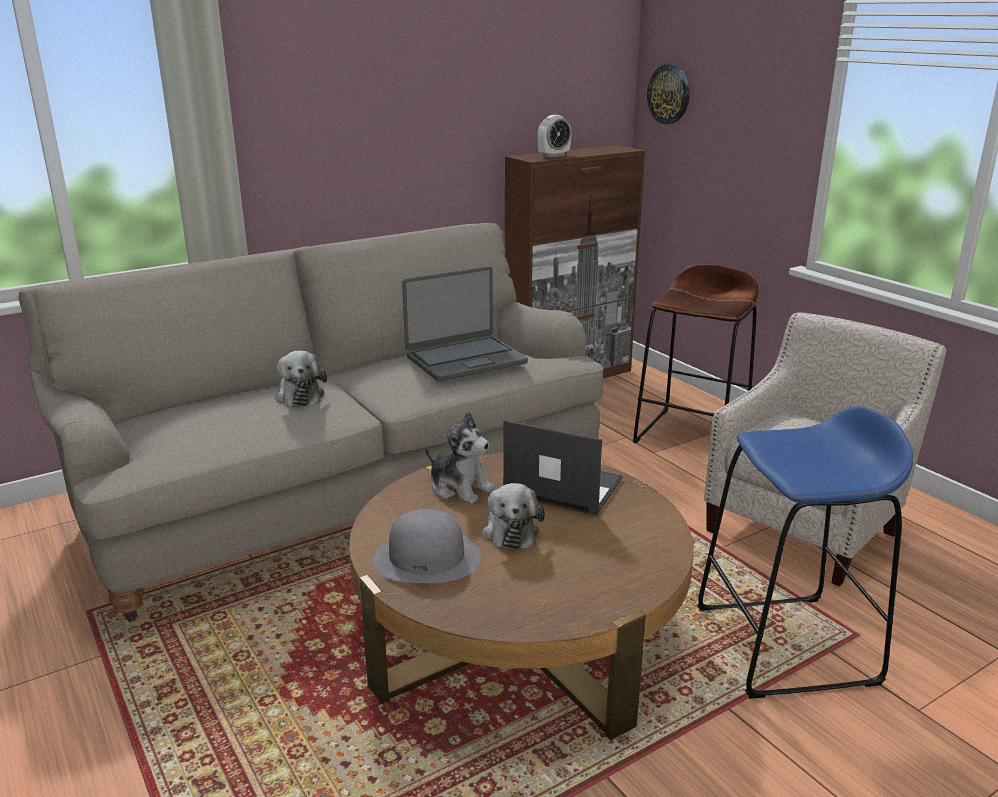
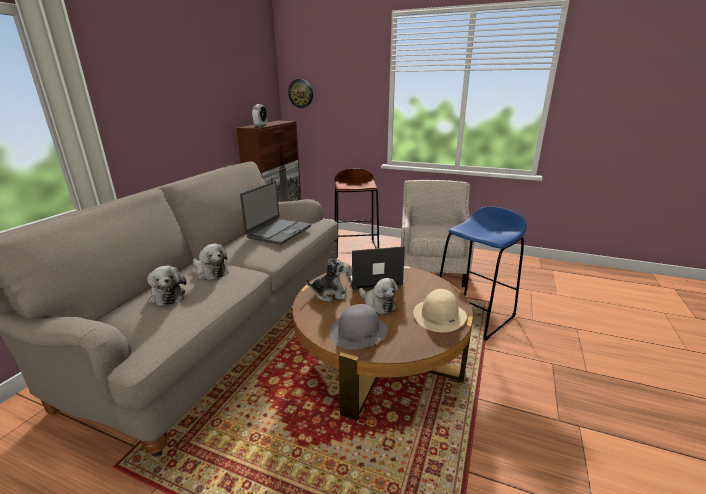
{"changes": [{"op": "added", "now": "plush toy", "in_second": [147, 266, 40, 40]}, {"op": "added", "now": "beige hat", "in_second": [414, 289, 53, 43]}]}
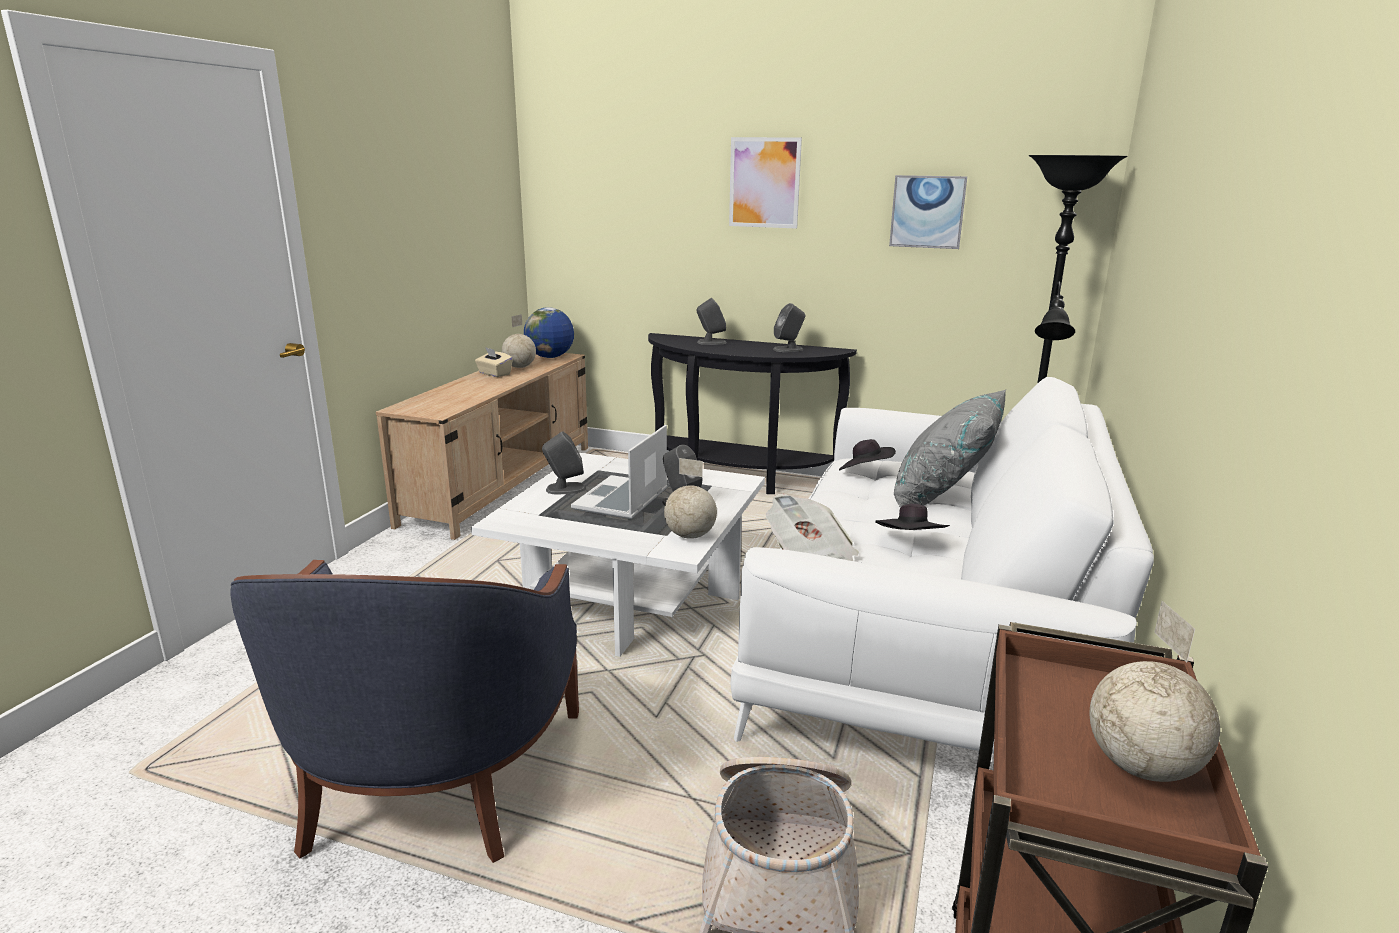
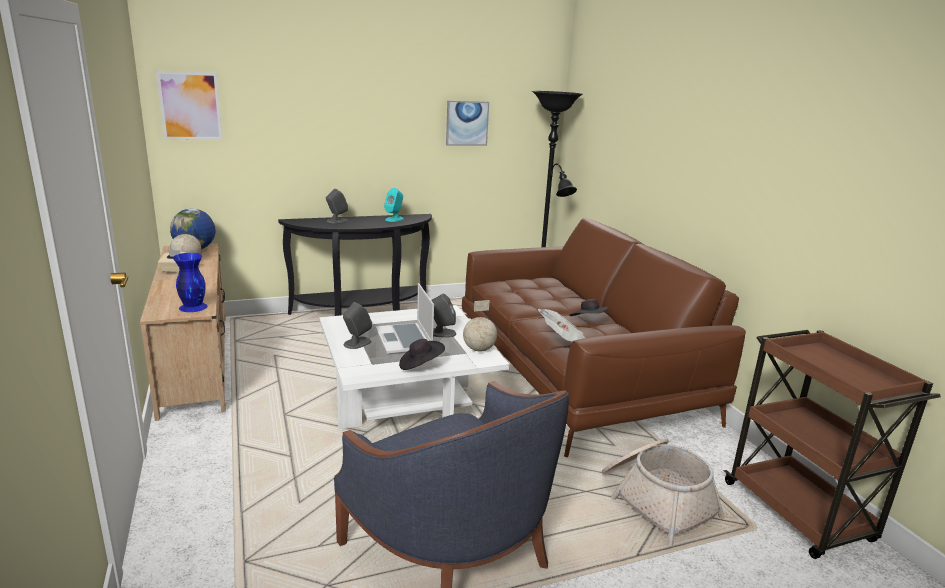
{"changes": [{"op": "removed", "was": "grey pillow", "in_first": [894, 390, 112, 117]}, {"op": "removed", "was": "globe", "in_first": [1090, 601, 130, 181]}, {"op": "added", "now": "blue vase", "in_second": [173, 253, 35, 59]}, {"op": "moved", "was": "picture", "in_first": [729, 137, 73, 92], "in_second": [156, 70, 67, 70]}, {"op": "moved", "was": "black hat", "in_first": [839, 439, 57, 31], "in_second": [399, 339, 46, 31]}, {"op": "recoloured", "was": "white sofa", "now": "brown sofa", "in_first": [730, 377, 424, 377], "in_second": [462, 218, 284, 239]}, {"op": "recoloured", "was": "grey speaker", "now": "turquoise speaker", "in_first": [773, 303, 32, 49], "in_second": [384, 188, 20, 34]}]}
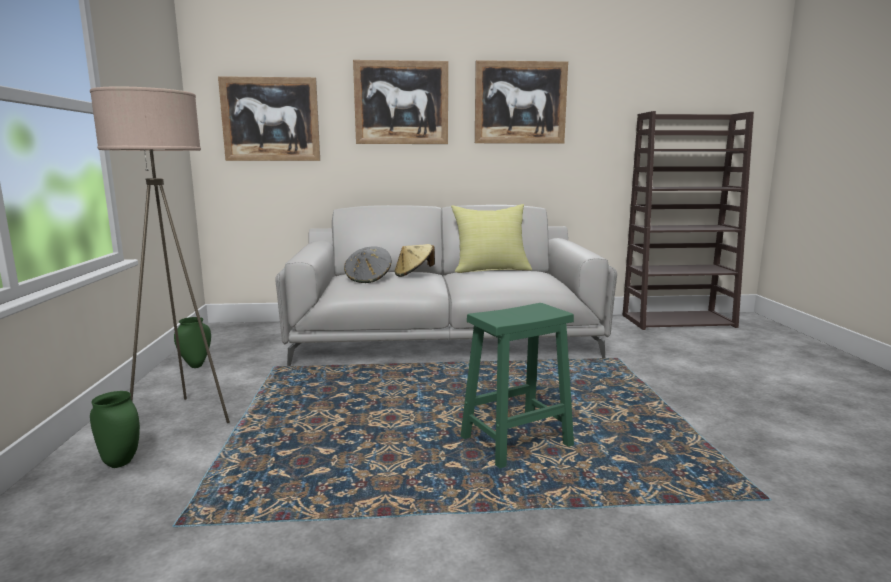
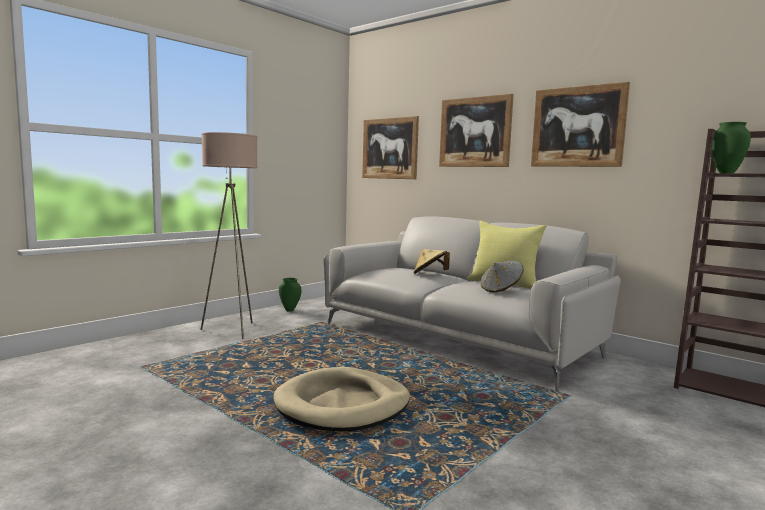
{"changes": [{"op": "moved", "was": "green vase", "in_first": [90, 391, 50, 77], "in_second": [712, 122, 39, 51]}, {"op": "moved", "was": "grey hat", "in_first": [344, 246, 48, 37], "in_second": [480, 261, 43, 32]}, {"op": "replaced", "was": "green stool", "now": "beige dog bed", "in_first": [461, 303, 113, 165], "in_second": [273, 367, 137, 64]}]}
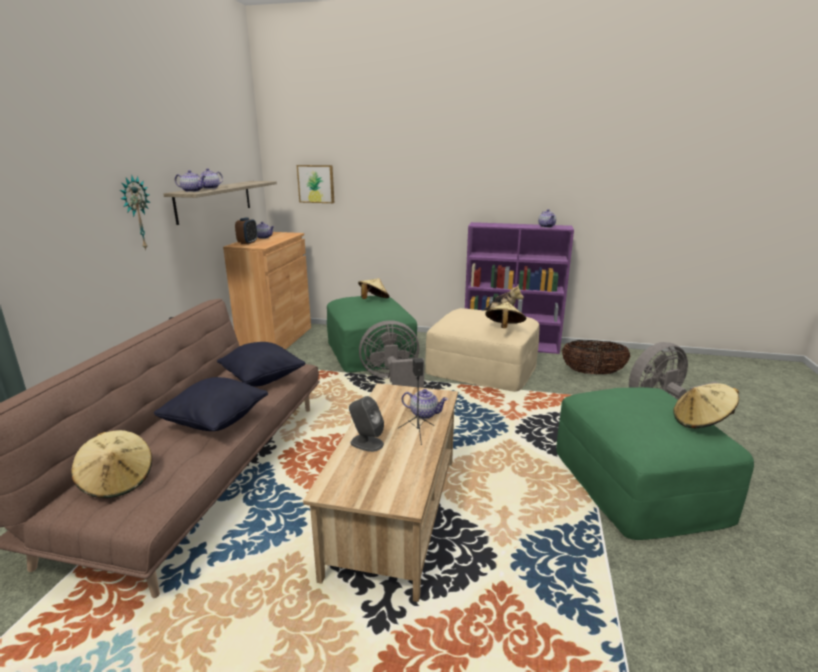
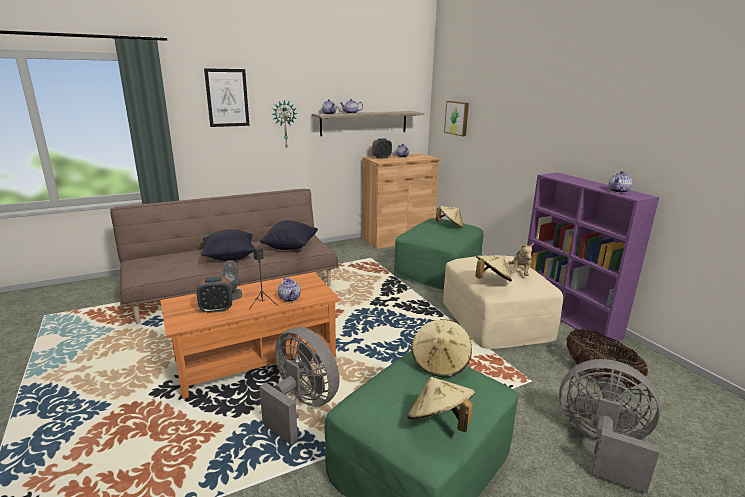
{"changes": [{"op": "added", "now": "alarm clock", "in_second": [197, 277, 35, 36]}, {"op": "added", "now": "picture", "in_second": [204, 68, 46, 59]}, {"op": "moved", "was": "beige hat", "in_first": [71, 430, 81, 68], "in_second": [412, 319, 60, 58]}, {"op": "moved", "was": "grey fan", "in_first": [359, 320, 65, 68], "in_second": [260, 327, 80, 118]}, {"op": "recoloured", "was": "beige coffee table", "now": "orange coffee table", "in_first": [303, 383, 155, 219], "in_second": [160, 272, 180, 127]}]}
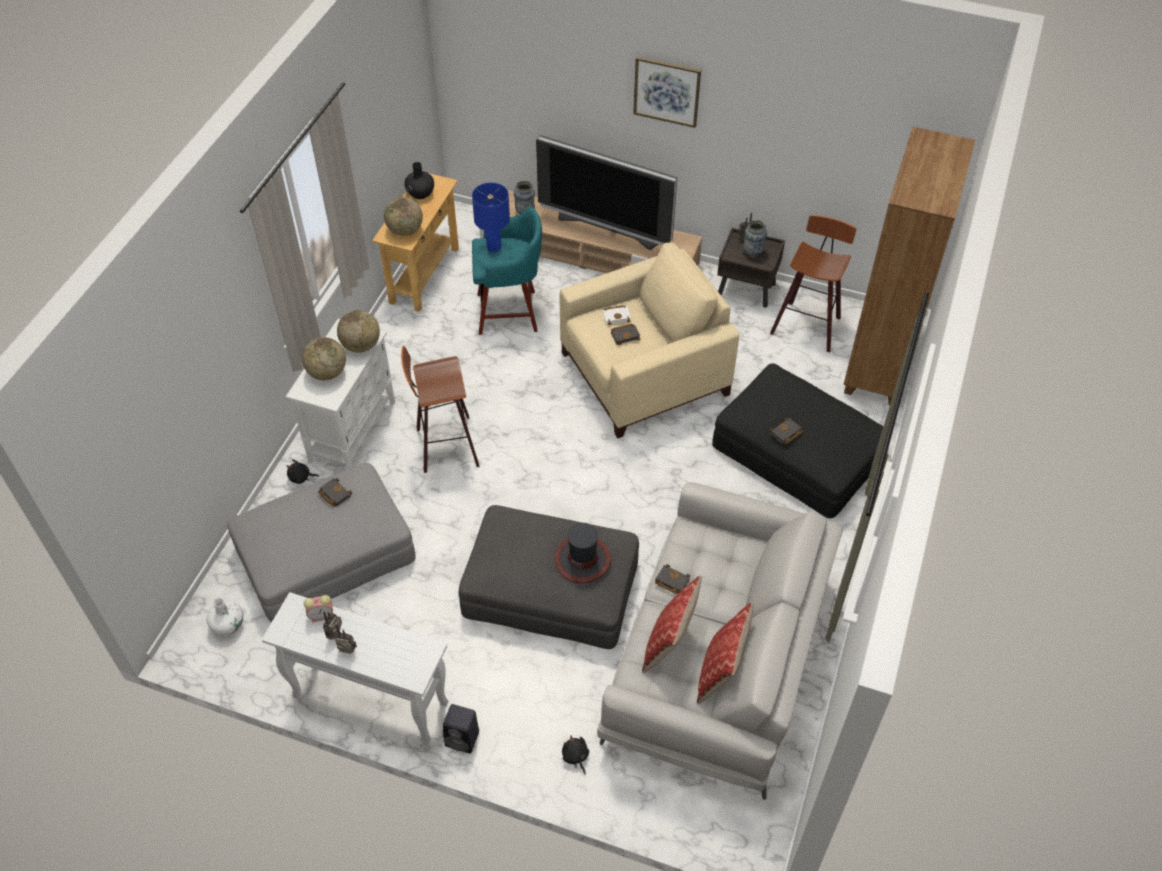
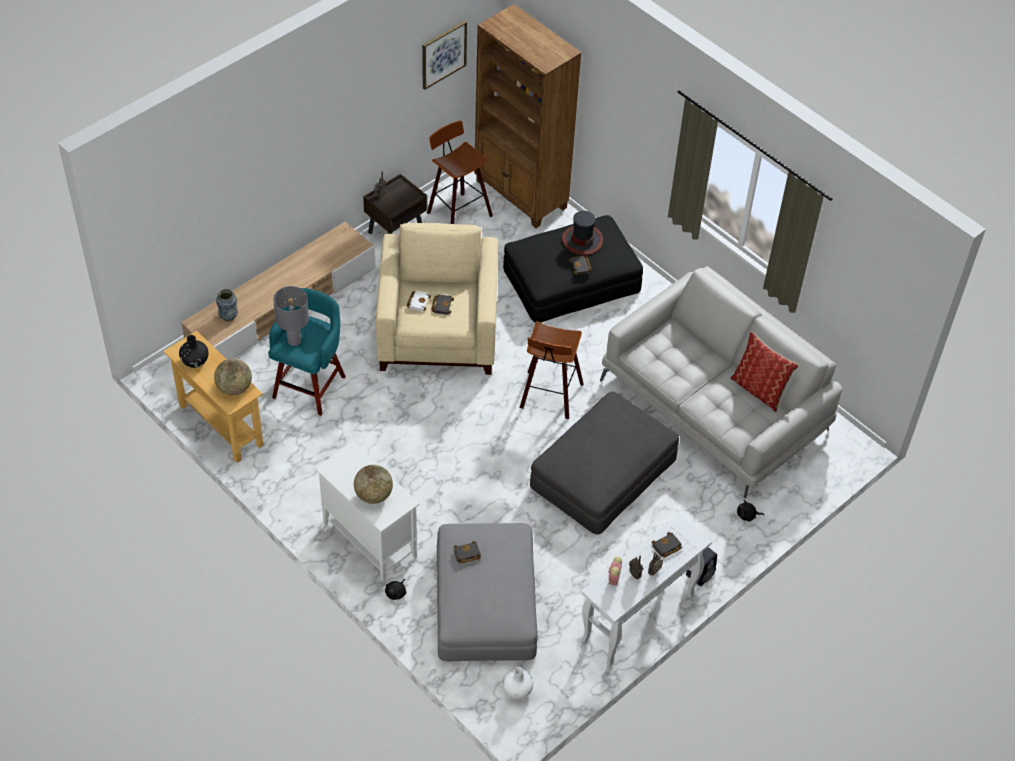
{"changes": [{"op": "removed", "was": "globe", "in_first": [337, 310, 43, 42]}, {"op": "removed", "was": "television", "in_first": [536, 135, 141, 115]}, {"op": "removed", "was": "pillow", "in_first": [642, 575, 60, 98]}, {"op": "removed", "was": "vase", "in_first": [743, 220, 24, 37]}, {"op": "moved", "was": "stool", "in_first": [401, 346, 79, 127], "in_second": [519, 321, 65, 98]}, {"op": "moved", "was": "hat", "in_first": [554, 523, 57, 60], "in_second": [562, 211, 41, 44]}, {"op": "moved", "was": "picture", "in_first": [633, 56, 68, 72], "in_second": [422, 21, 45, 69]}, {"op": "moved", "was": "black book", "in_first": [655, 564, 35, 30], "in_second": [651, 532, 31, 26]}, {"op": "recoloured", "was": "blue table lamp", "now": "grey table lamp", "in_first": [472, 183, 38, 69], "in_second": [273, 286, 36, 60]}]}
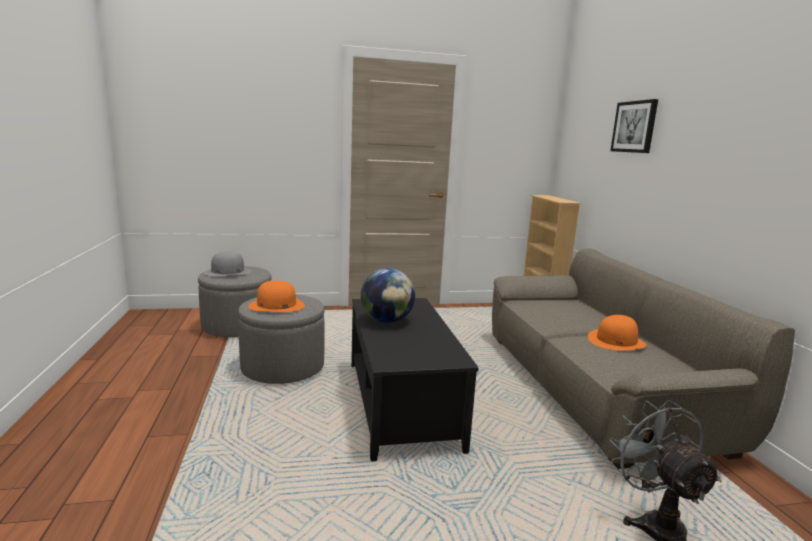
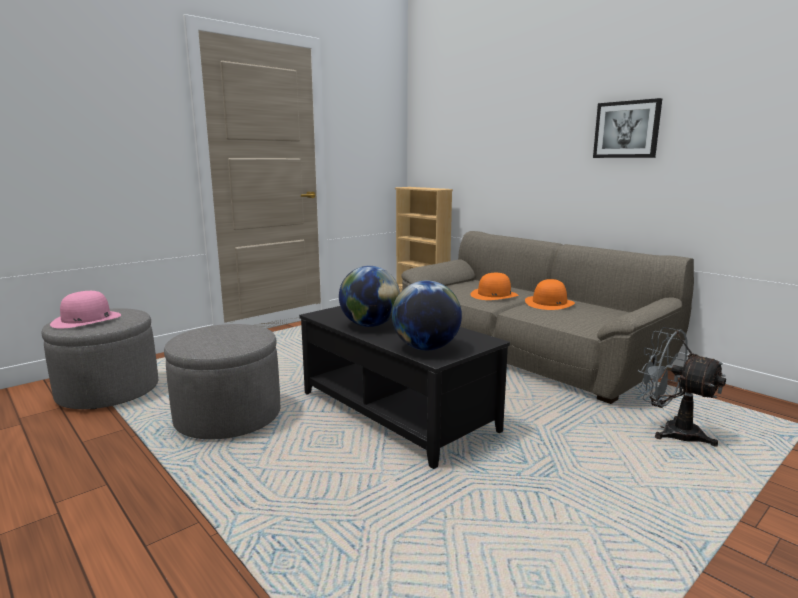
{"changes": [{"op": "added", "now": "globe", "in_second": [392, 280, 70, 70]}, {"op": "moved", "was": "orange hat", "in_first": [248, 280, 57, 32], "in_second": [470, 273, 48, 27]}, {"op": "moved", "was": "picture", "in_first": [610, 99, 48, 54], "in_second": [593, 98, 69, 60]}, {"op": "recoloured", "was": "grey hat", "now": "pink hat", "in_first": [204, 251, 47, 25], "in_second": [50, 291, 71, 38]}]}
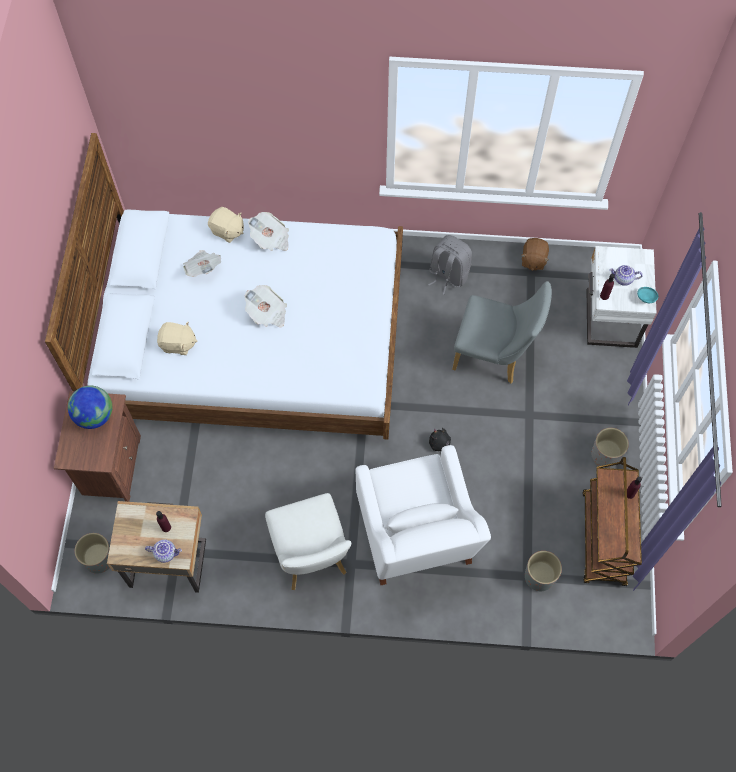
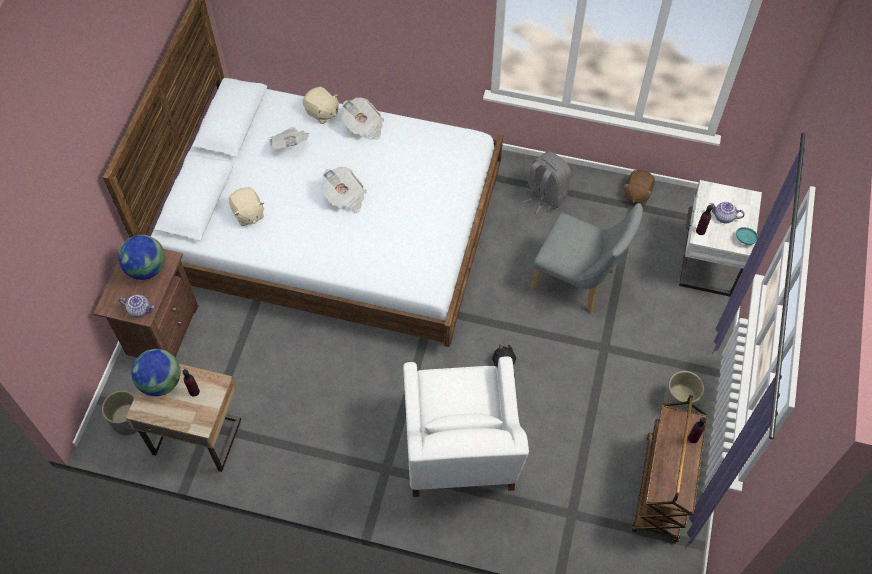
{"changes": [{"op": "removed", "was": "white chair", "in_first": [265, 493, 86, 97]}, {"op": "removed", "was": "grey planter", "in_first": [525, 551, 37, 40]}, {"op": "added", "now": "globe", "in_second": [132, 349, 48, 47]}, {"op": "moved", "was": "teapot", "in_first": [145, 539, 37, 24], "in_second": [119, 295, 35, 23]}, {"op": "turned", "was": "beige plush toy", "in_first": [157, 322, 40, 33], "in_second": [229, 188, 35, 38], "clockwise": 45}]}
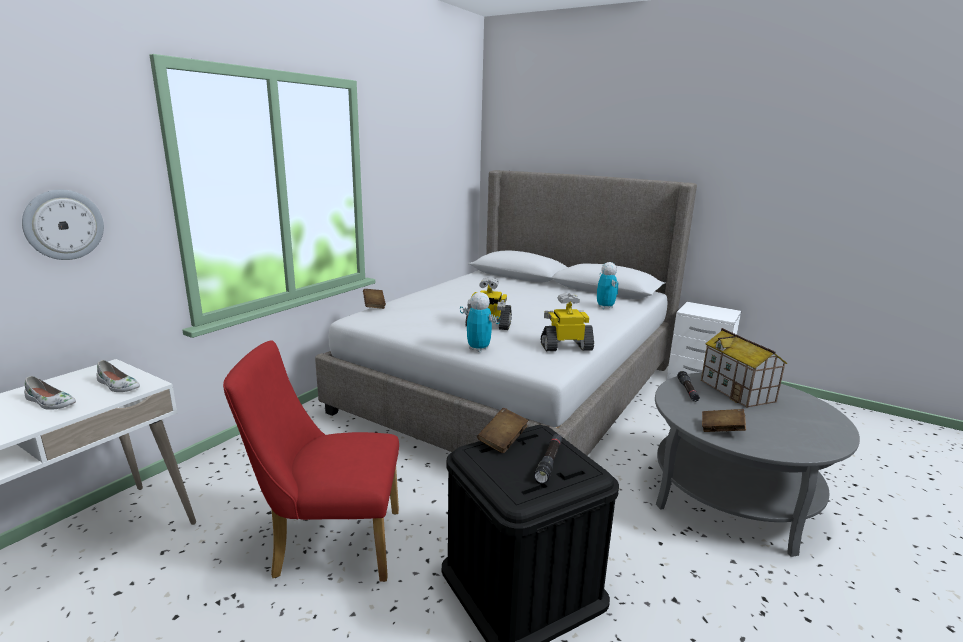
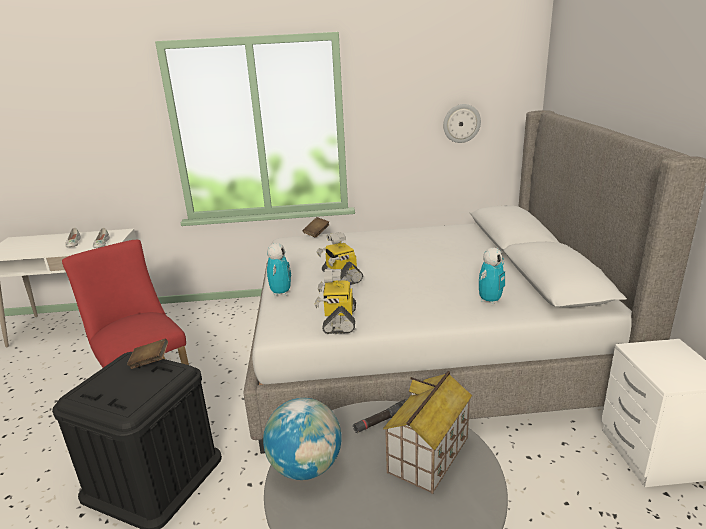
{"changes": [{"op": "removed", "was": "black flashlight", "in_first": [534, 434, 28, 49]}, {"op": "moved", "was": "wall clock", "in_first": [22, 190, 82, 70], "in_second": [443, 104, 38, 39]}, {"op": "replaced", "was": "brown book", "now": "globe", "in_first": [702, 409, 44, 23], "in_second": [263, 398, 79, 82]}, {"op": "turned", "was": "toy robot", "in_first": [541, 293, 53, 58], "in_second": [314, 269, 42, 65], "clockwise": -135}]}
